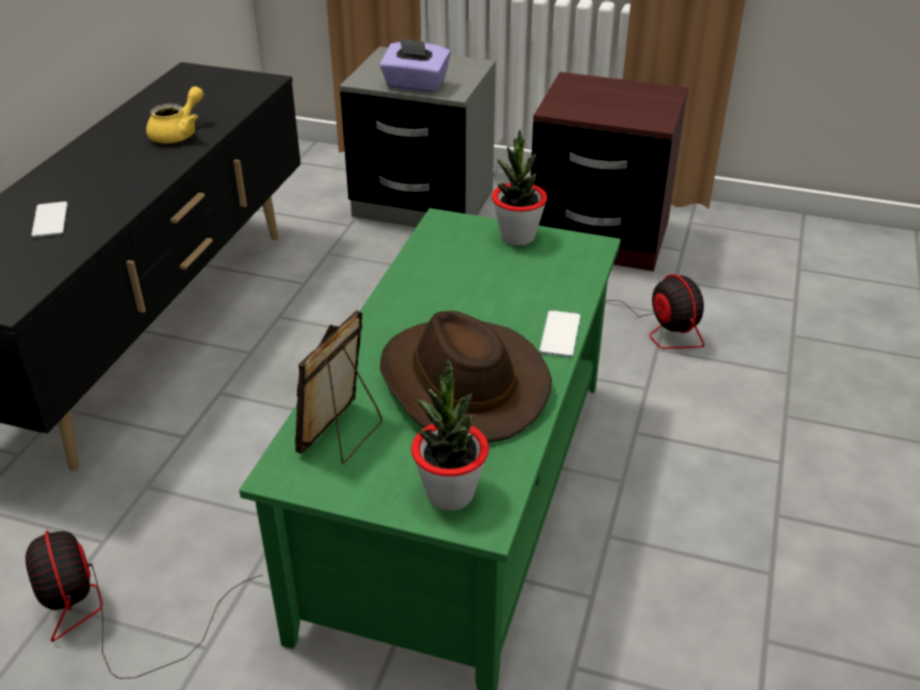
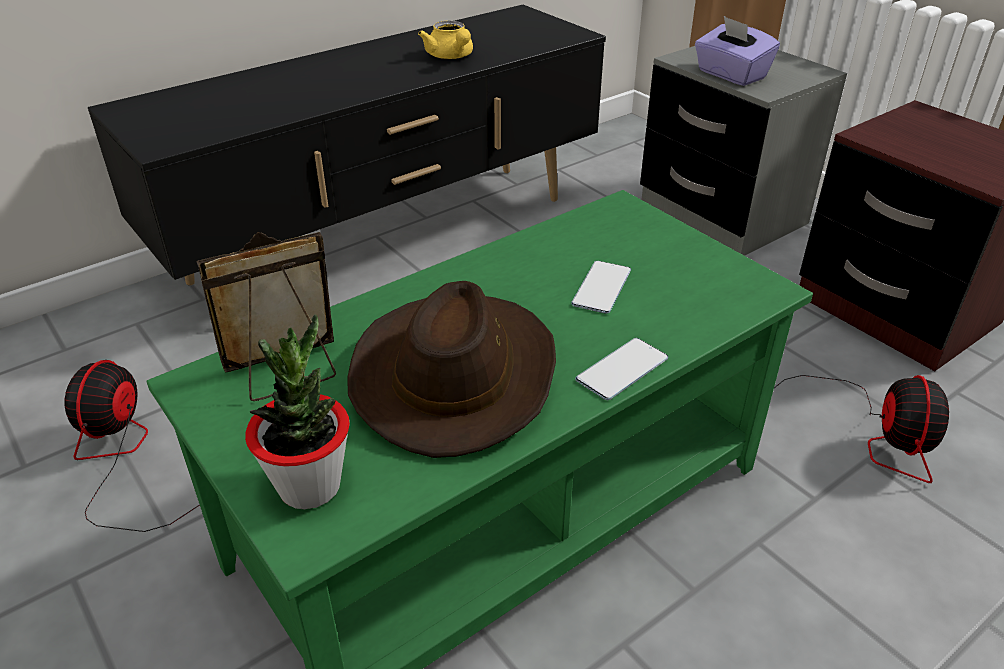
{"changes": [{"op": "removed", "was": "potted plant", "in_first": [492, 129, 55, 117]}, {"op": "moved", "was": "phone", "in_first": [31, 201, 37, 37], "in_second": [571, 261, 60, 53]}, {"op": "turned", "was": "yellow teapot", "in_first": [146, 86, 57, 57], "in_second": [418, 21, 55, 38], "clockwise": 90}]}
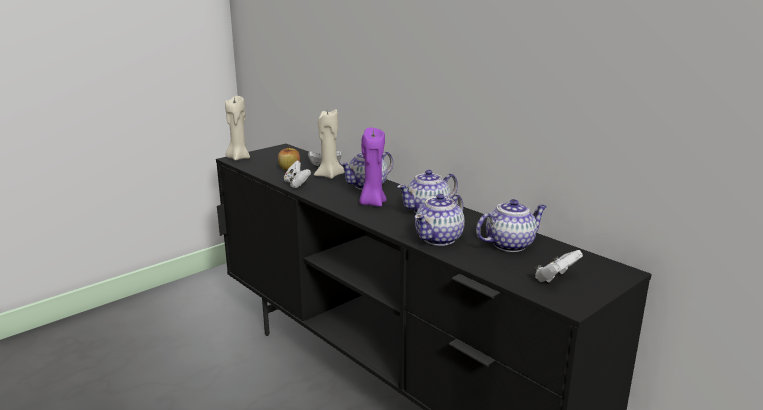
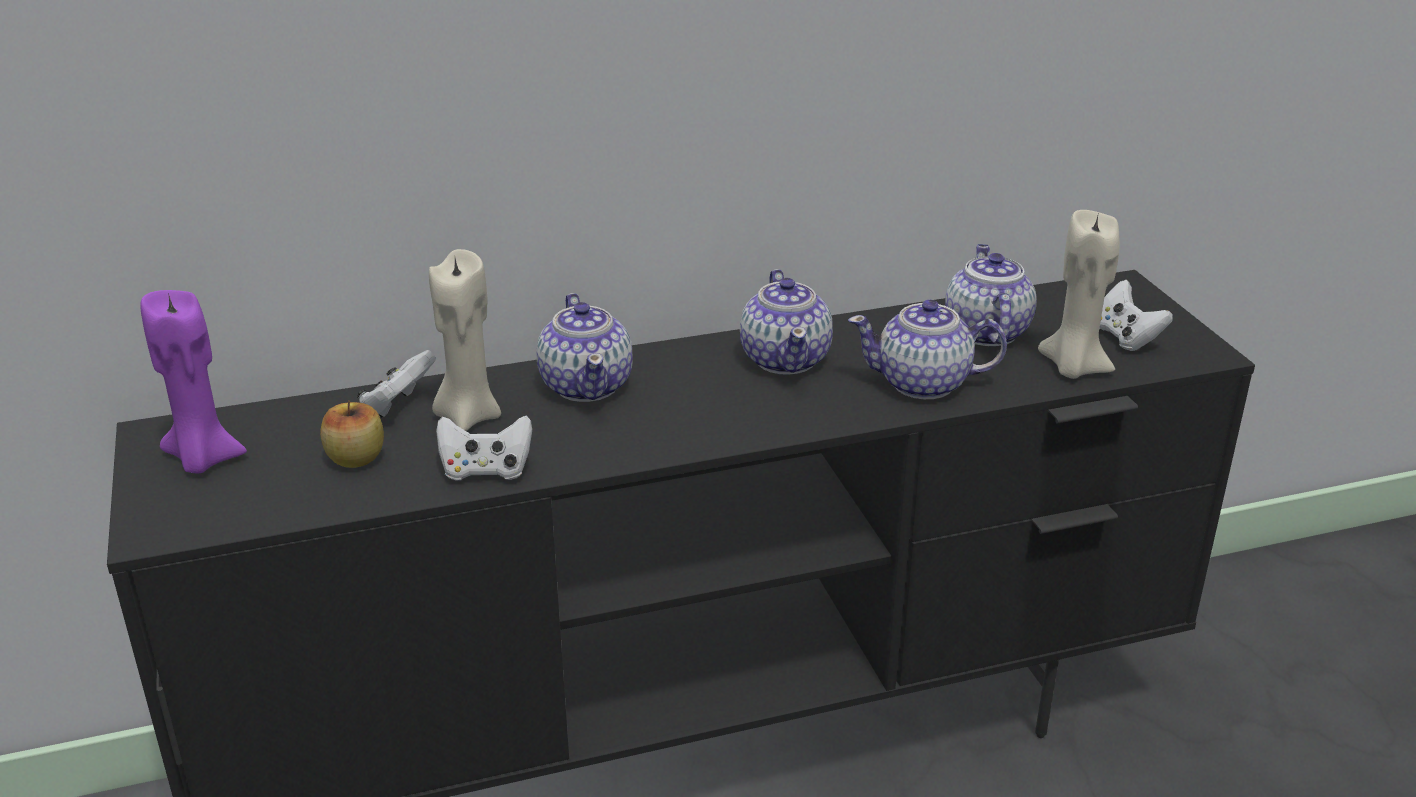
{"changes": [{"op": "moved", "was": "beige candle", "in_first": [225, 96, 25, 65], "in_second": [1038, 210, 81, 169]}, {"op": "moved", "was": "purple candle", "in_first": [359, 128, 27, 79], "in_second": [140, 290, 107, 183]}, {"op": "turned", "was": "teapot", "in_first": [415, 194, 50, 52], "in_second": [848, 300, 159, 99], "clockwise": 120}]}
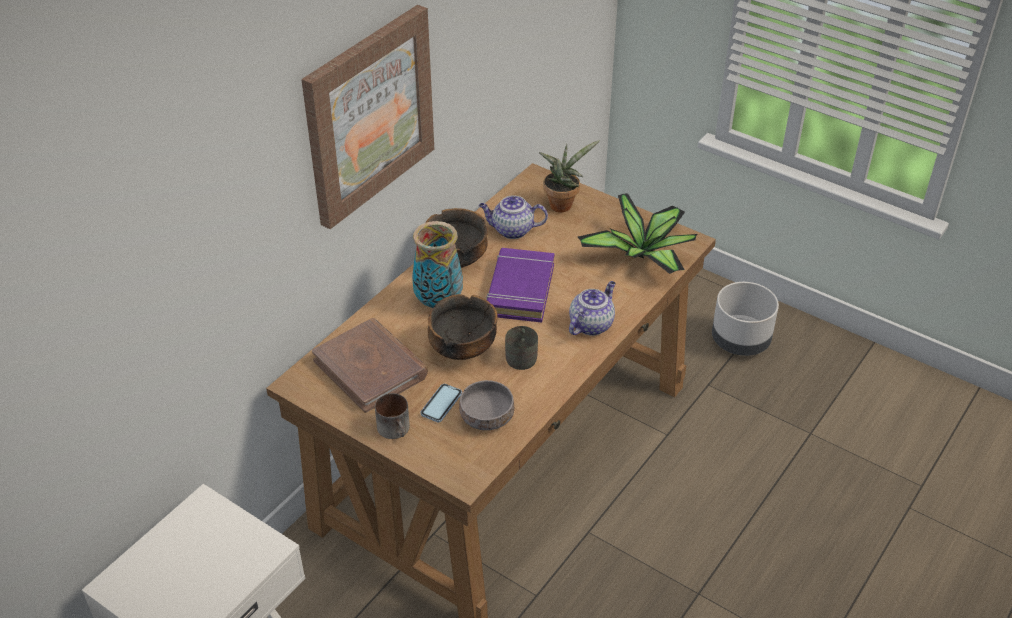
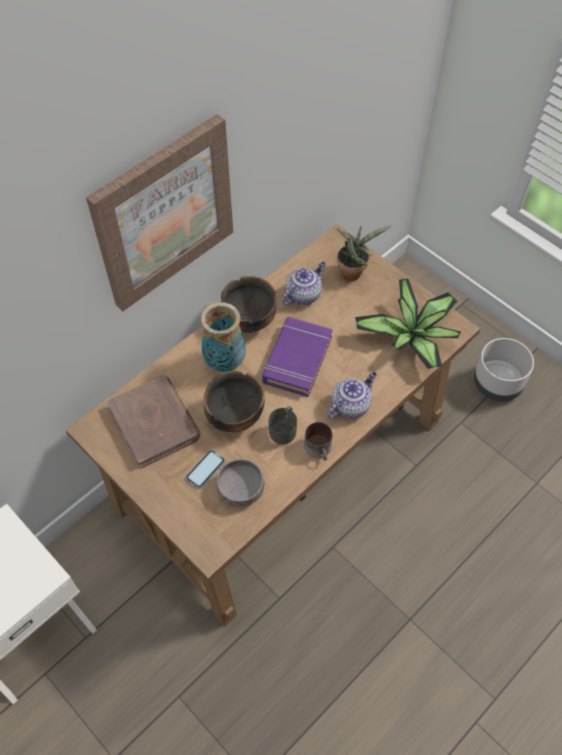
{"changes": [{"op": "moved", "was": "mug", "in_first": [375, 393, 35, 46], "in_second": [304, 422, 28, 38]}, {"op": "turned", "was": "teapot", "in_first": [479, 196, 69, 43], "in_second": [282, 262, 44, 43], "clockwise": 120}]}
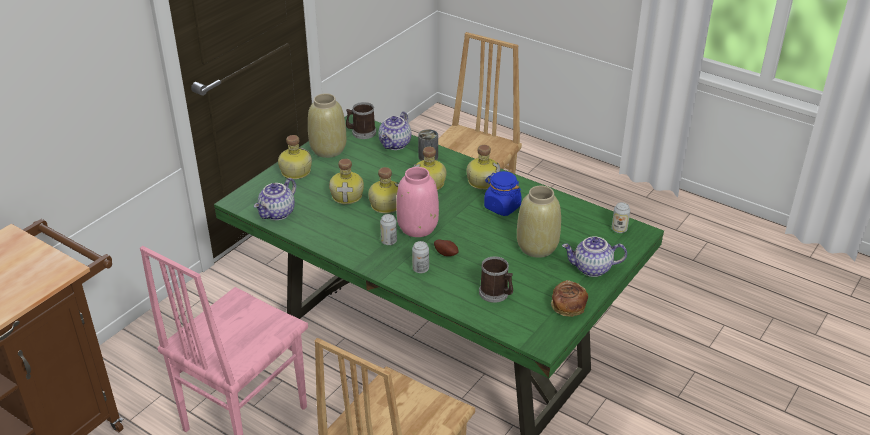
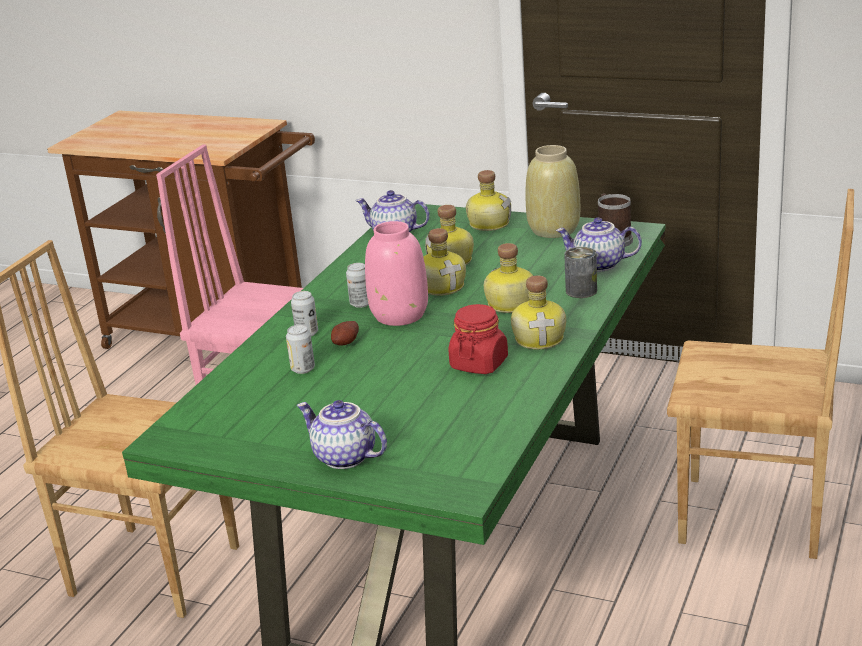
{"changes": [{"op": "removed", "was": "mug", "in_first": [479, 256, 34, 47]}, {"op": "removed", "was": "beige vase", "in_first": [517, 186, 44, 72]}, {"op": "removed", "was": "bread", "in_first": [551, 280, 37, 37]}, {"op": "moved", "was": "can", "in_first": [612, 202, 18, 31], "in_second": [286, 325, 29, 49]}, {"op": "recoloured", "was": "blue jar", "now": "red jar", "in_first": [484, 171, 38, 45], "in_second": [448, 304, 60, 70]}, {"op": "turned", "was": "teapot", "in_first": [562, 236, 65, 41], "in_second": [297, 400, 90, 69], "clockwise": -45}]}
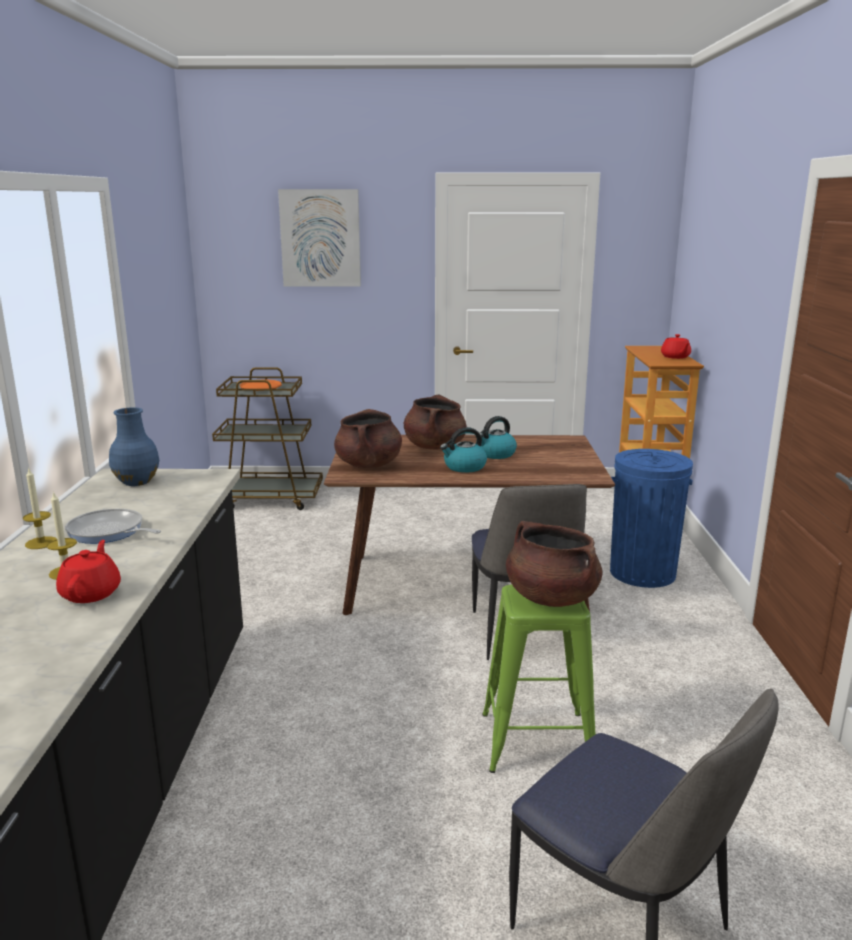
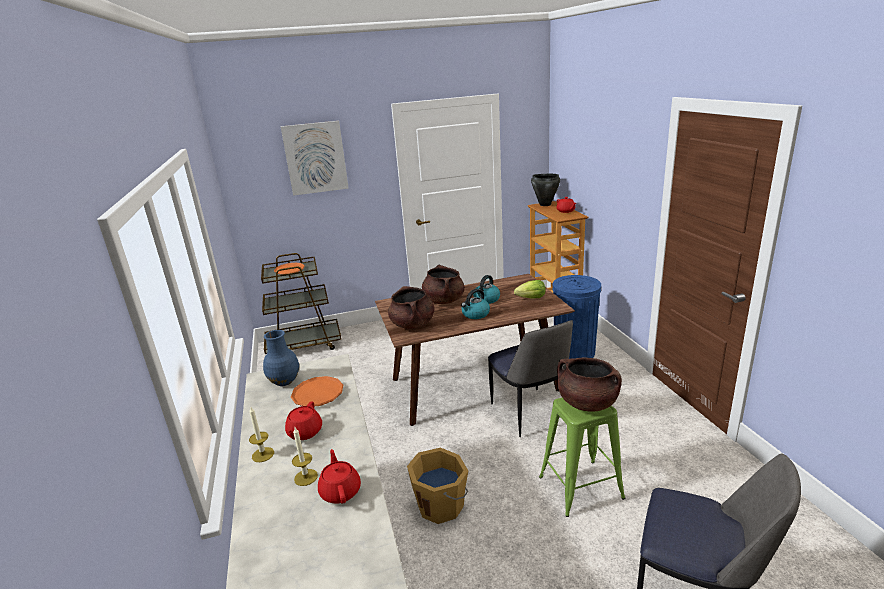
{"changes": [{"op": "added", "now": "orange plate", "in_second": [291, 376, 52, 31]}, {"op": "added", "now": "orange bucket", "in_second": [407, 447, 61, 77]}, {"op": "added", "now": "lettuce", "in_second": [514, 280, 32, 18]}, {"op": "added", "now": "black cooking pot", "in_second": [531, 174, 29, 32]}, {"op": "replaced", "was": "frying pan", "now": "red teapot", "in_first": [65, 509, 96, 35], "in_second": [285, 401, 37, 39]}]}
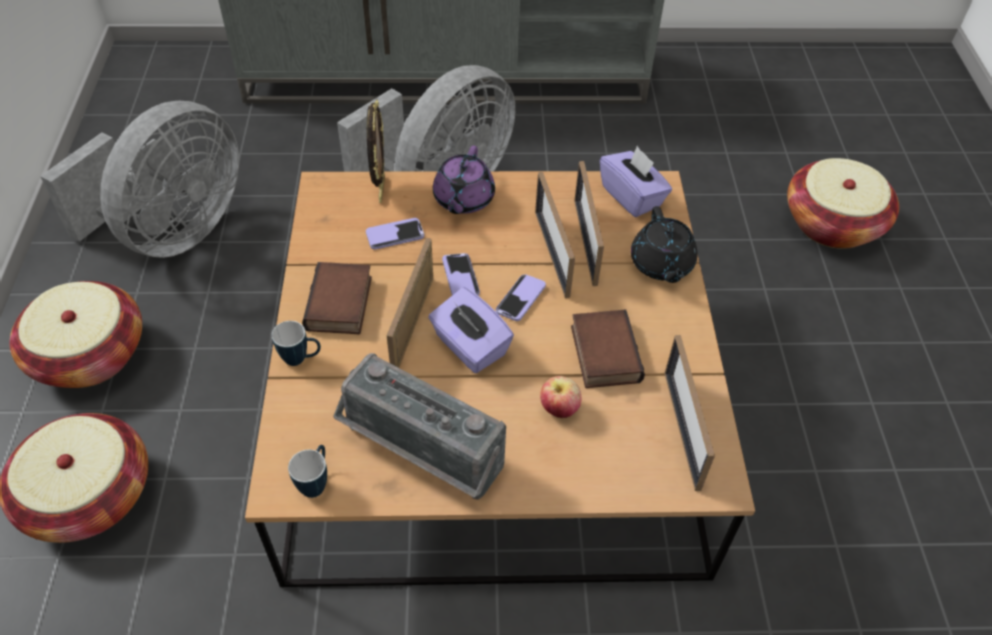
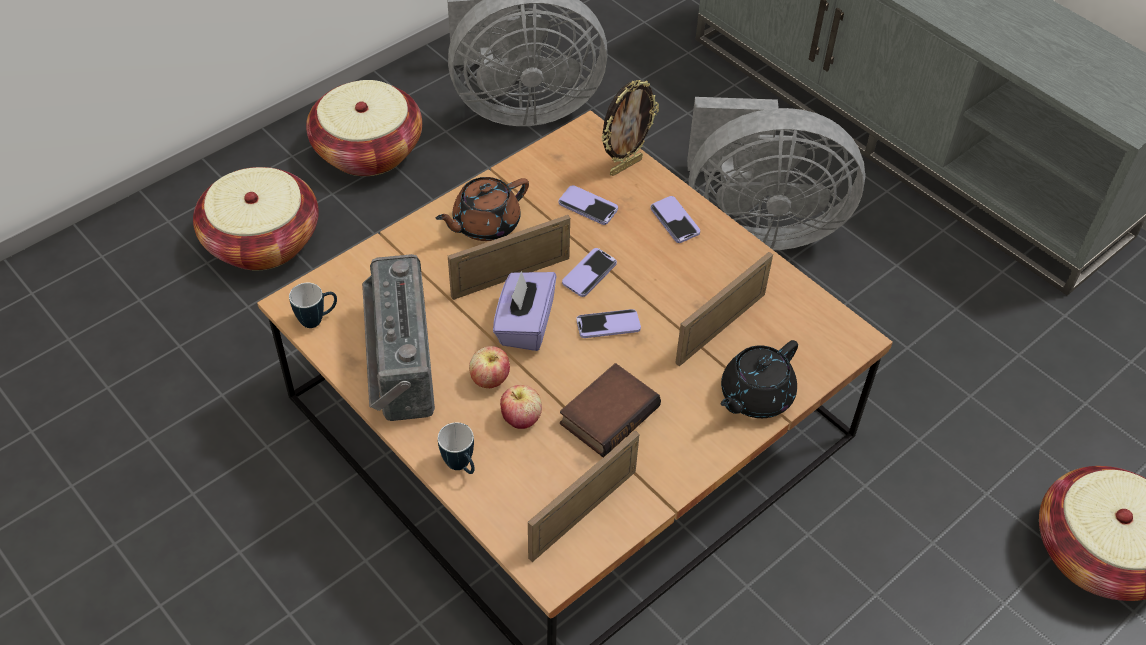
{"changes": [{"op": "removed", "was": "picture frame", "in_first": [535, 172, 40, 126]}, {"op": "removed", "was": "purple tissue box", "in_first": [600, 146, 72, 71]}, {"op": "added", "now": "apple", "in_second": [469, 346, 41, 42]}, {"op": "moved", "was": "mug", "in_first": [272, 321, 49, 45], "in_second": [438, 422, 37, 52]}, {"op": "replaced", "was": "book", "now": "brown teapot", "in_first": [302, 262, 70, 72], "in_second": [435, 177, 94, 64]}, {"op": "replaced", "was": "purple teapot", "now": "phone", "in_first": [433, 146, 62, 68], "in_second": [651, 196, 49, 47]}]}
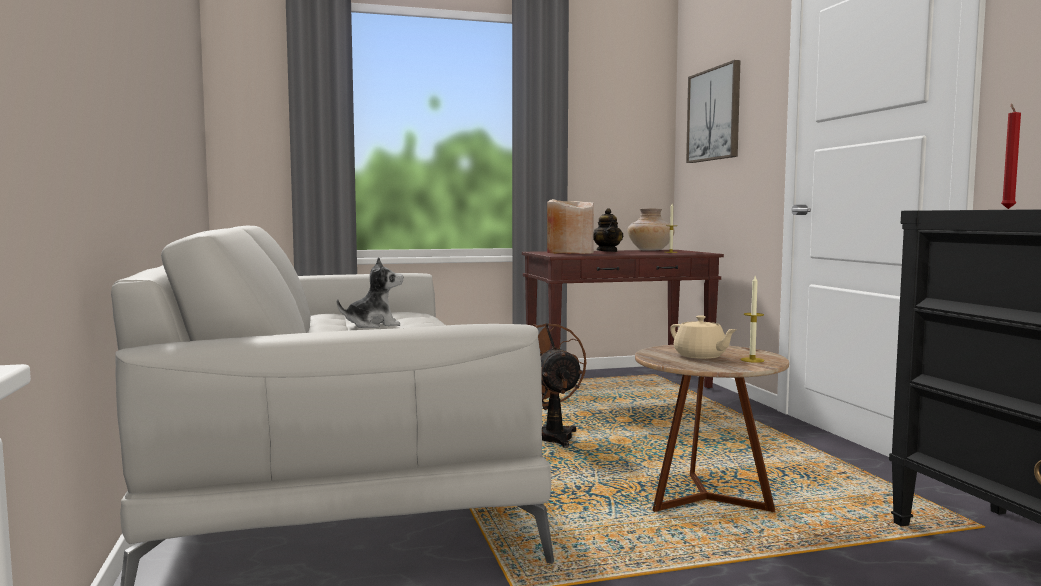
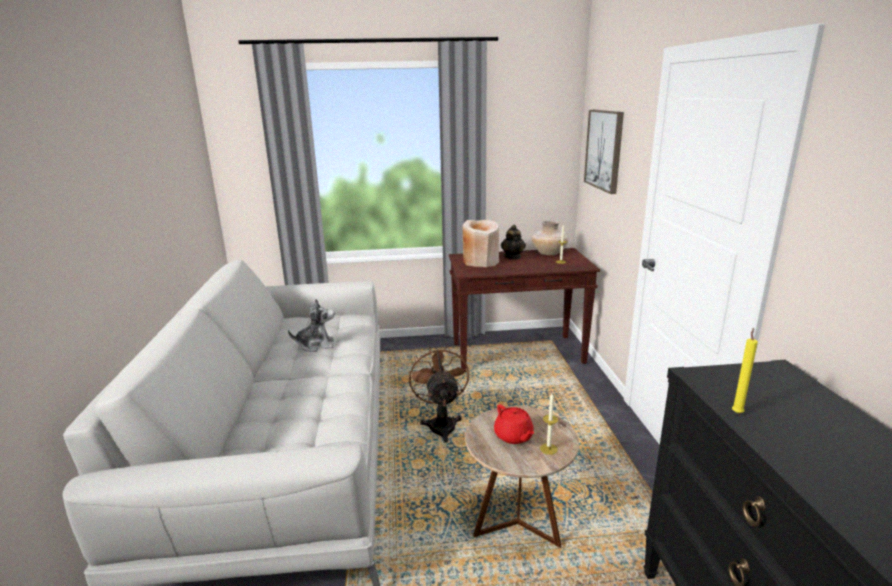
{"changes": [{"op": "recoloured", "was": "beige teapot", "now": "red teapot", "in_first": [670, 315, 66, 44], "in_second": [494, 404, 40, 40]}, {"op": "recoloured", "was": "red candle", "now": "yellow candle", "in_first": [1001, 104, 20, 105], "in_second": [732, 328, 26, 86]}]}
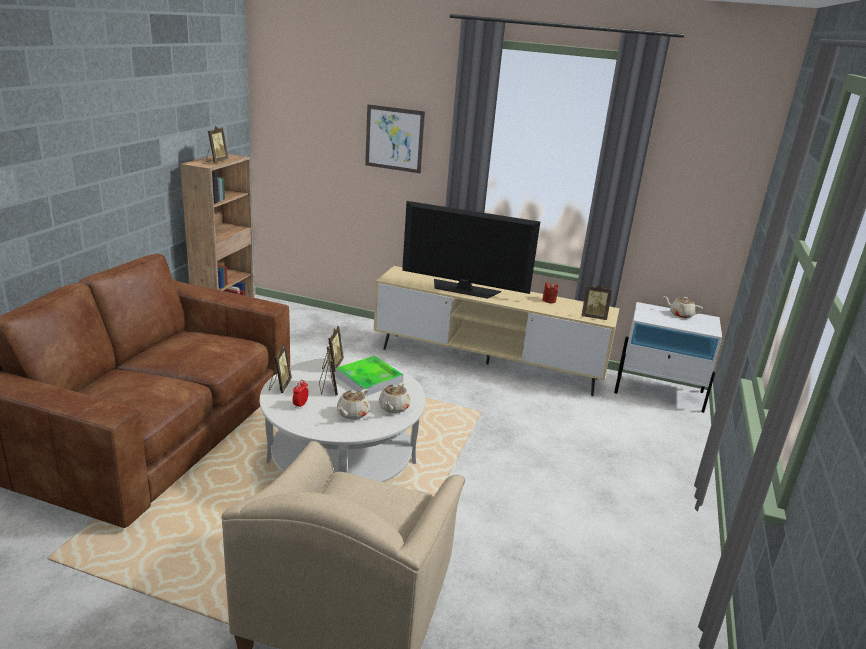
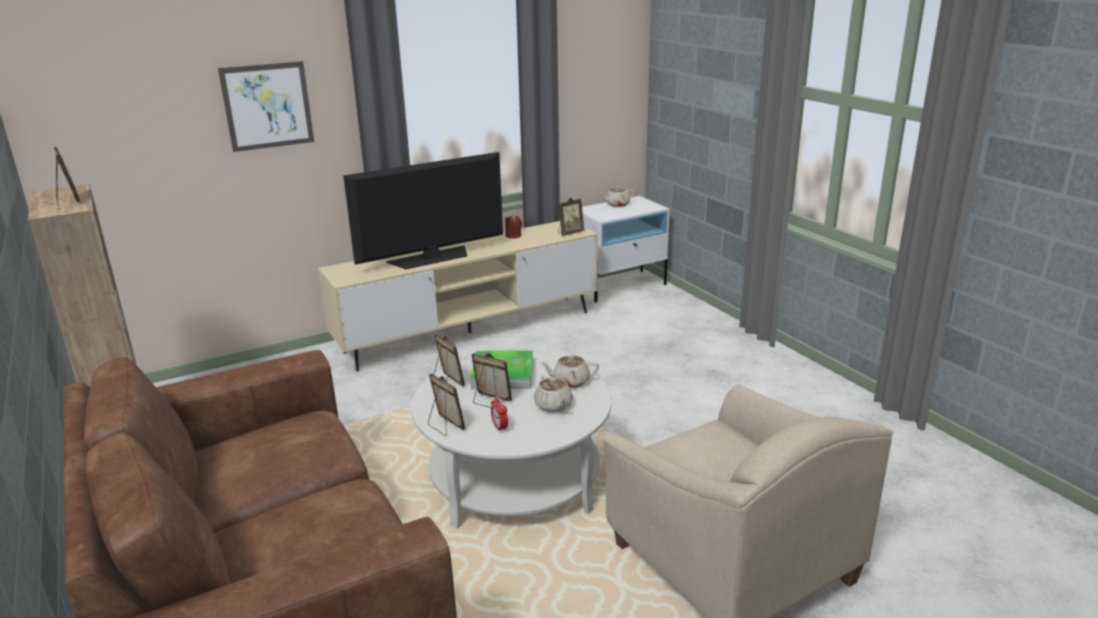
{"changes": [{"op": "turned", "was": "beige teapot", "in_first": [379, 382, 32, 31], "in_second": [540, 355, 59, 33], "clockwise": 120}]}
